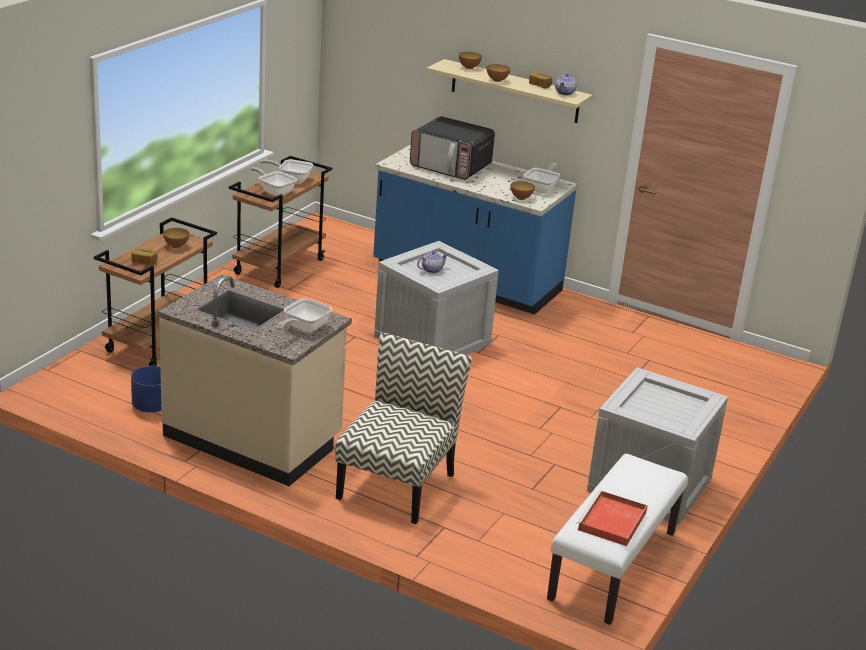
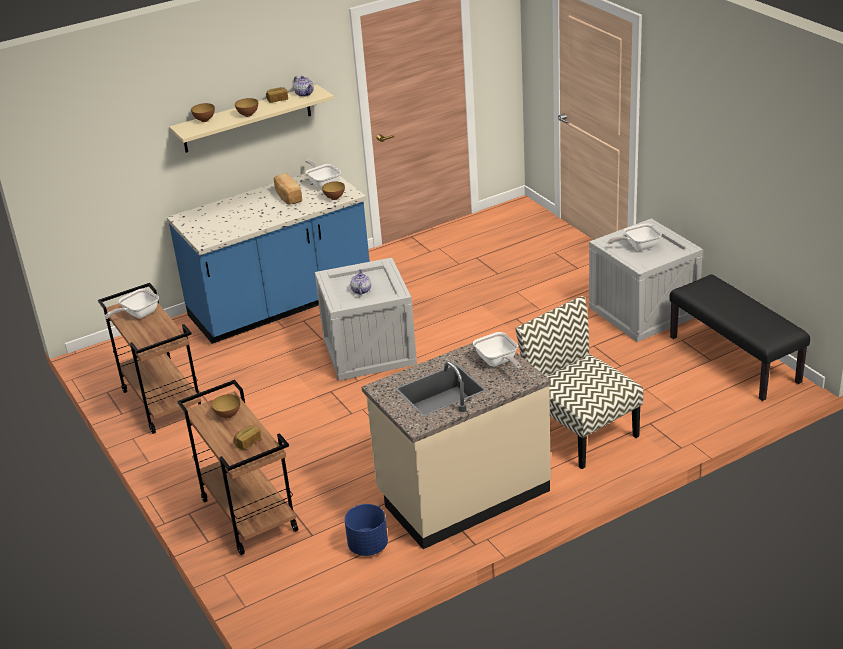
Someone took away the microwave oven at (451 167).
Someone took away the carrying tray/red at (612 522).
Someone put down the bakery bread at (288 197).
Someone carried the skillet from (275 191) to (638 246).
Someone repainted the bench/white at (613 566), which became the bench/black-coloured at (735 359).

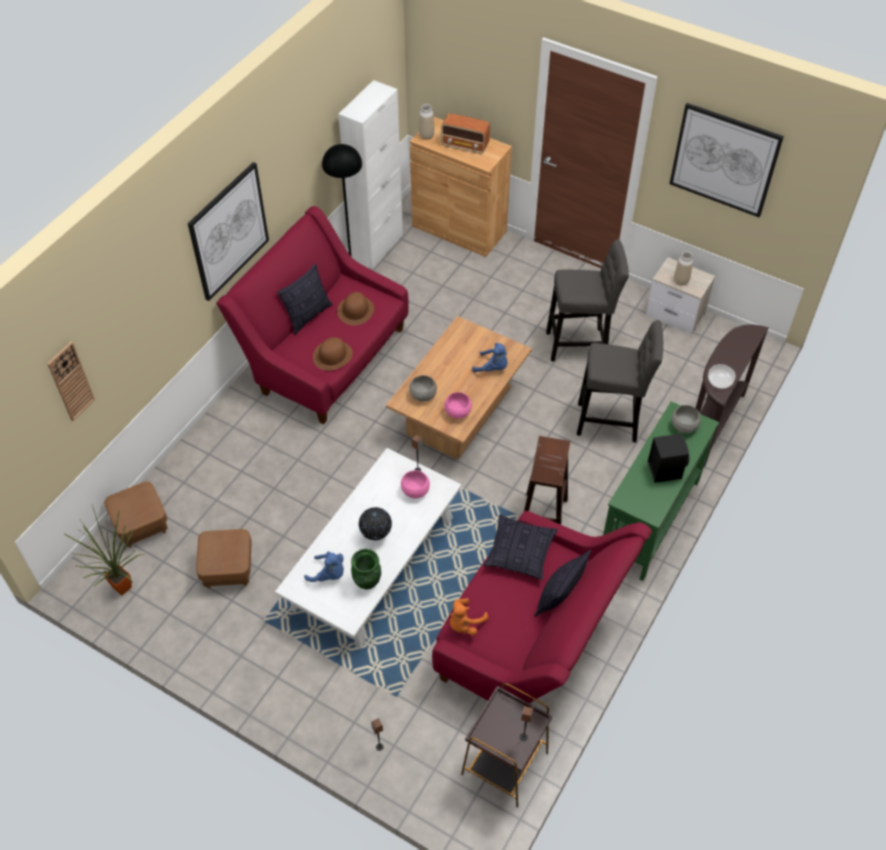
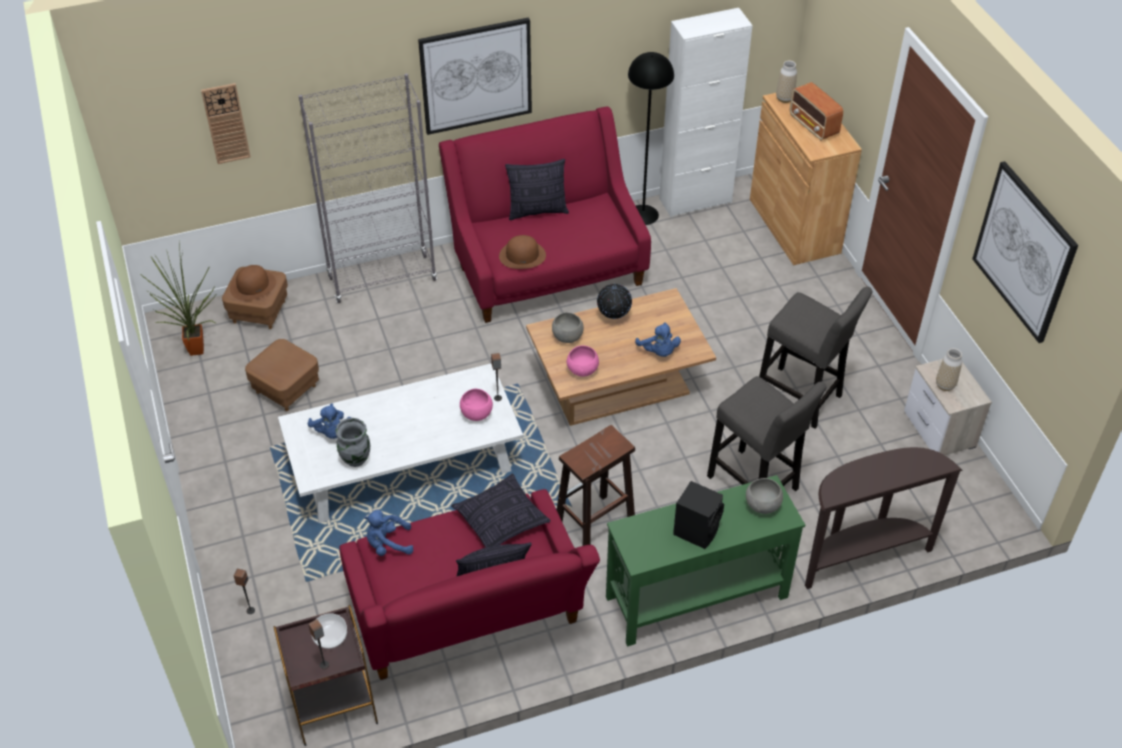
Someone put down the bookshelf/grey at (382 278).
Someone carried the clothing hat/brown-coloured from (355 310) to (253 285).
Someone carried the globe from (376 535) to (613 317).
Someone carried the deep dish from (720 381) to (330 637).
Someone repainted the decorative vase/green at (367 582), which became the decorative vase/grey at (356 460).
Someone repainted the plush toy/orange at (464 624), which became the plush toy/blue-coloured at (388 544).

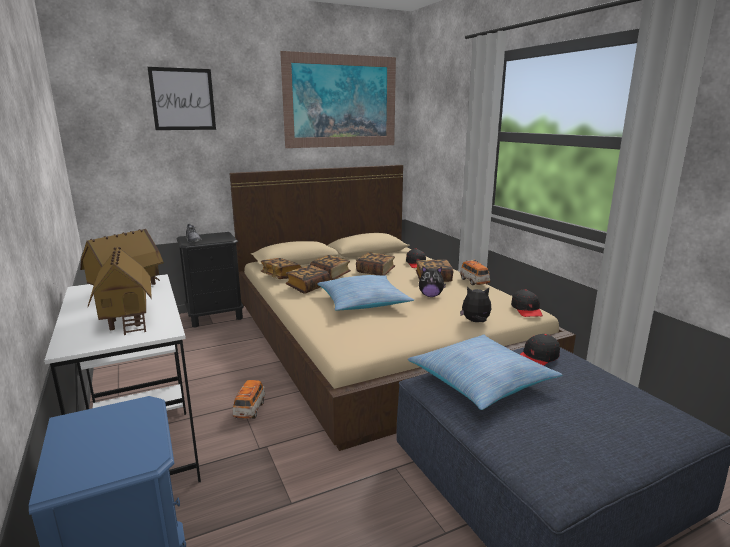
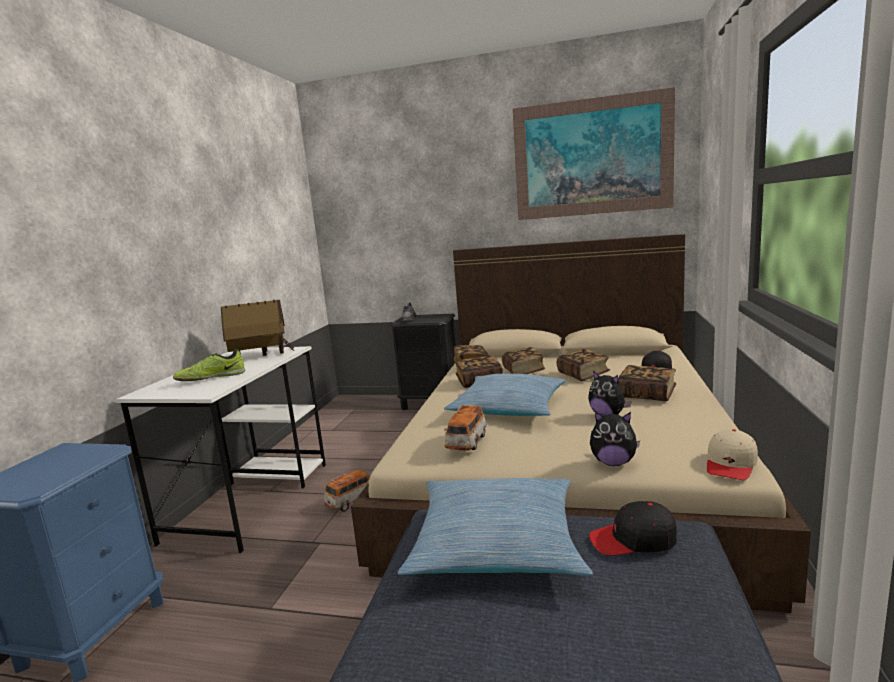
Someone took away the wall picture at (183 99).
Someone carried the toy car from (474 282) to (466 443).
Someone swapped the miniature house at (127 318) for the low shoe at (211 378).
Someone repainted the cap/black-coloured at (526 309), which became the cap/beige-coloured at (731 464).
Someone rotated the plush toy at (475 322) by 150 degrees clockwise.

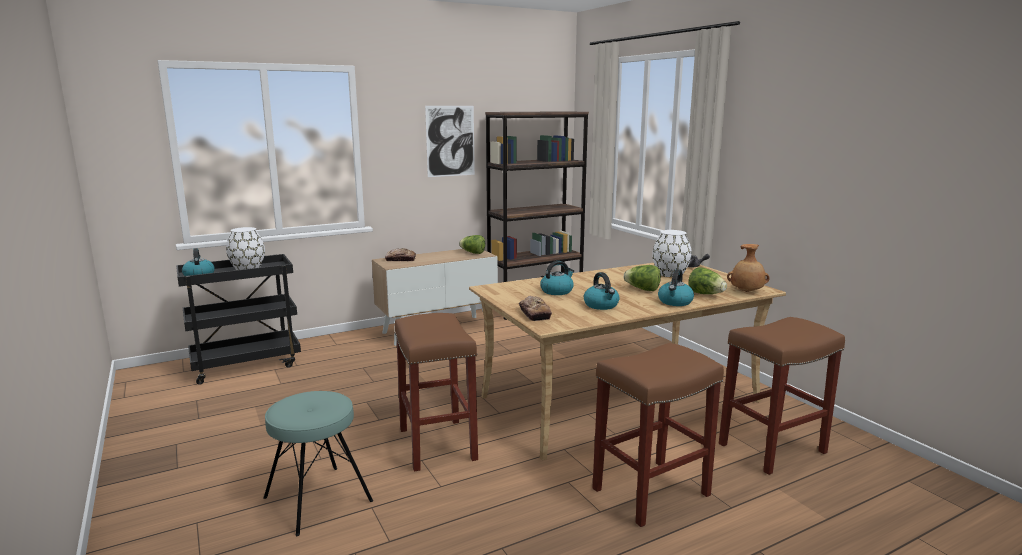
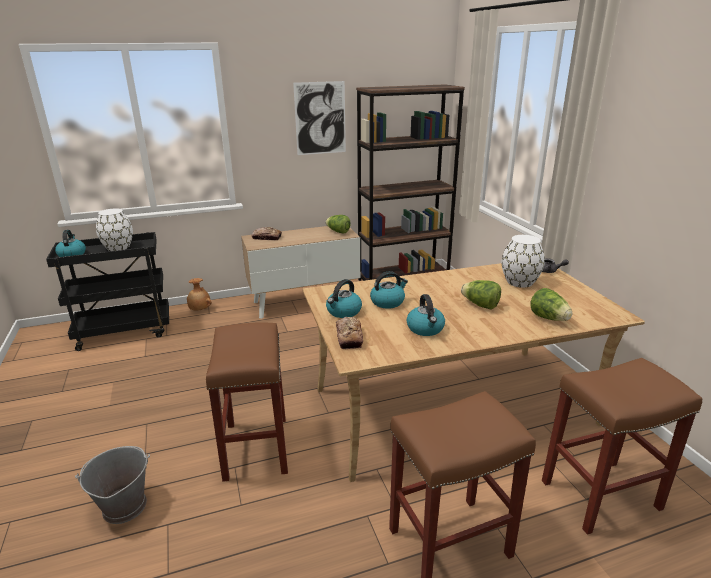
Someone carried the tea kettle from (675 302) to (343 312).
Someone carried the decorative vase/brown-coloured from (746 292) to (200 310).
Someone swapped the stool/turquoise at (318 499) for the bucket/grey at (124 506).

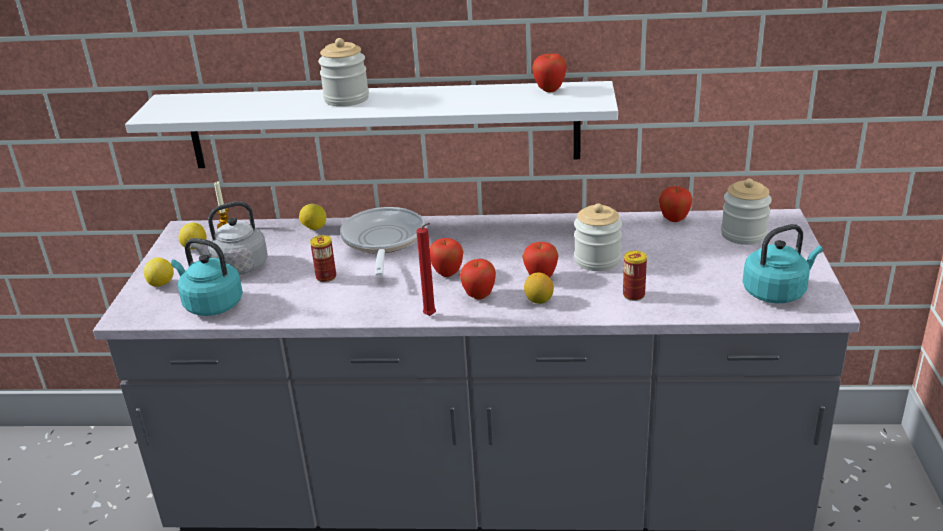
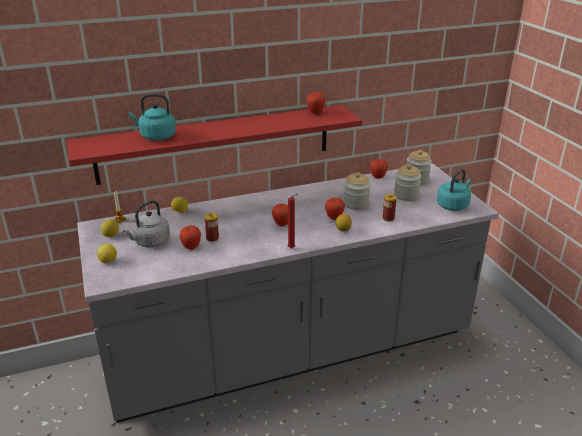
Someone took away the skillet at (382 242).
Someone carried the tea kettle/turquoise from (211 305) to (156 136).
Someone carried the preserve jar from (346 99) to (406 195).
Someone carried the apple fruit from (479 296) to (191 247).
Someone repainted the wall shelf/white at (382 125), which became the wall shelf/red at (215 144).

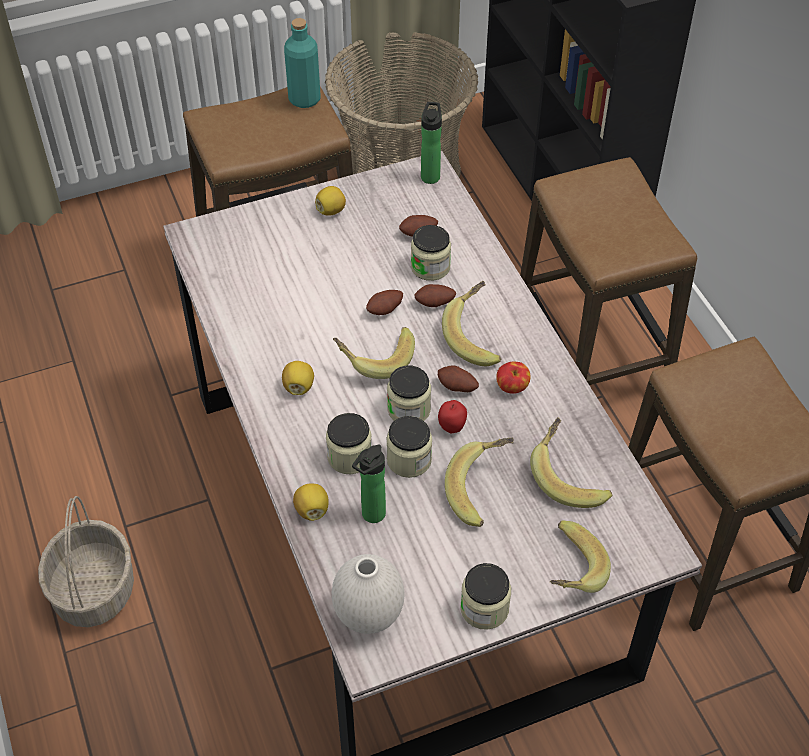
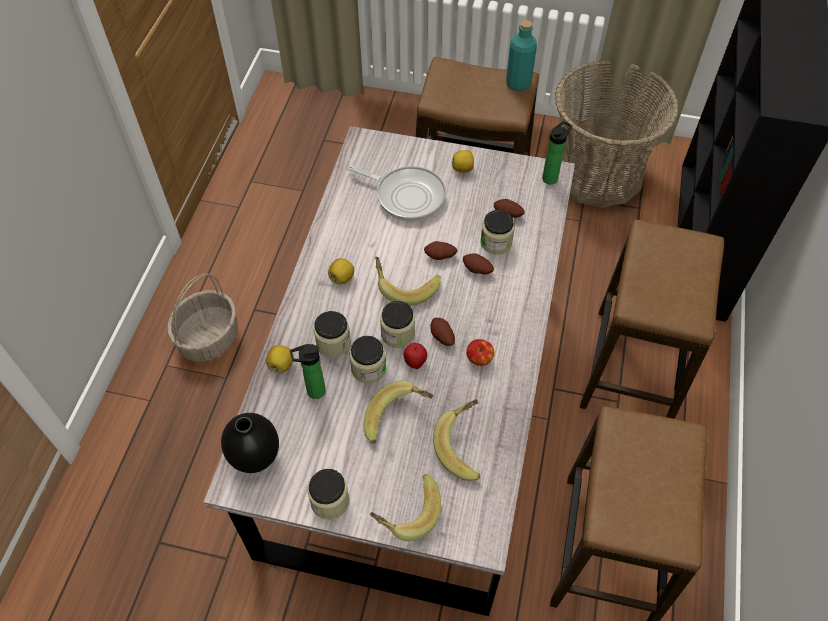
Someone took away the banana fruit at (477 337).
Someone put down the skillet at (406 195).
Someone repainted the decorative vase/white at (370 616), which became the decorative vase/black-coloured at (256 457).

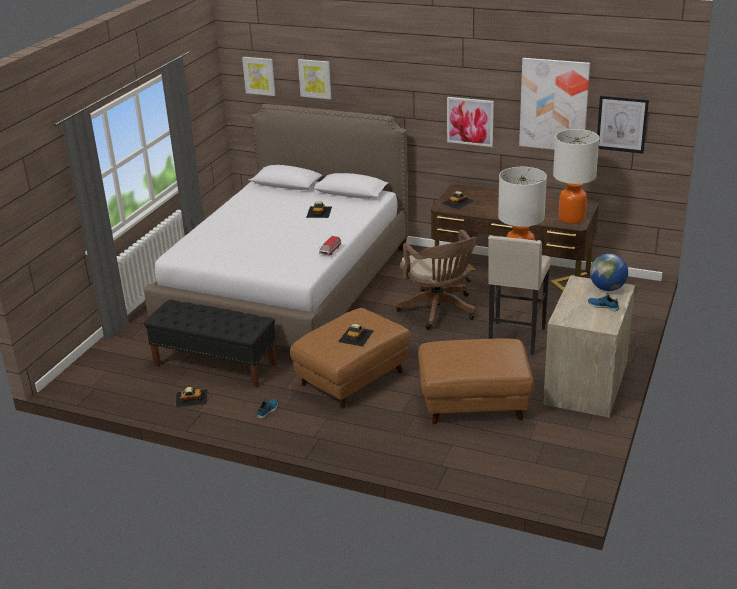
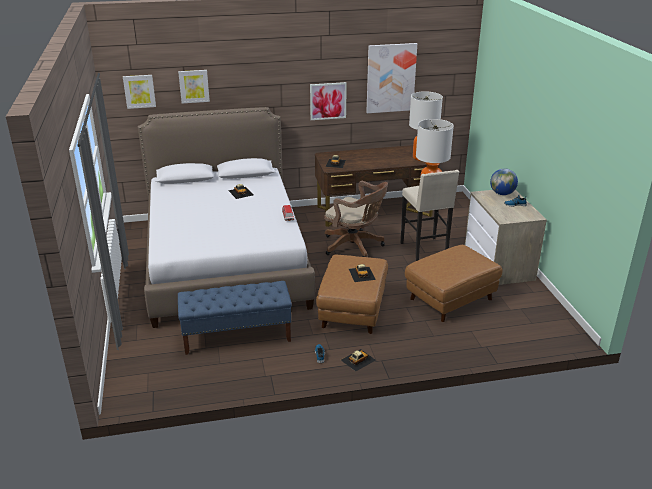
Someone took away the wall picture at (622 124).
Someone carried the toy car from (191 398) to (358 360).
Someone repainted the bench/black-coloured at (215 365), which became the bench/blue-coloured at (237 336).

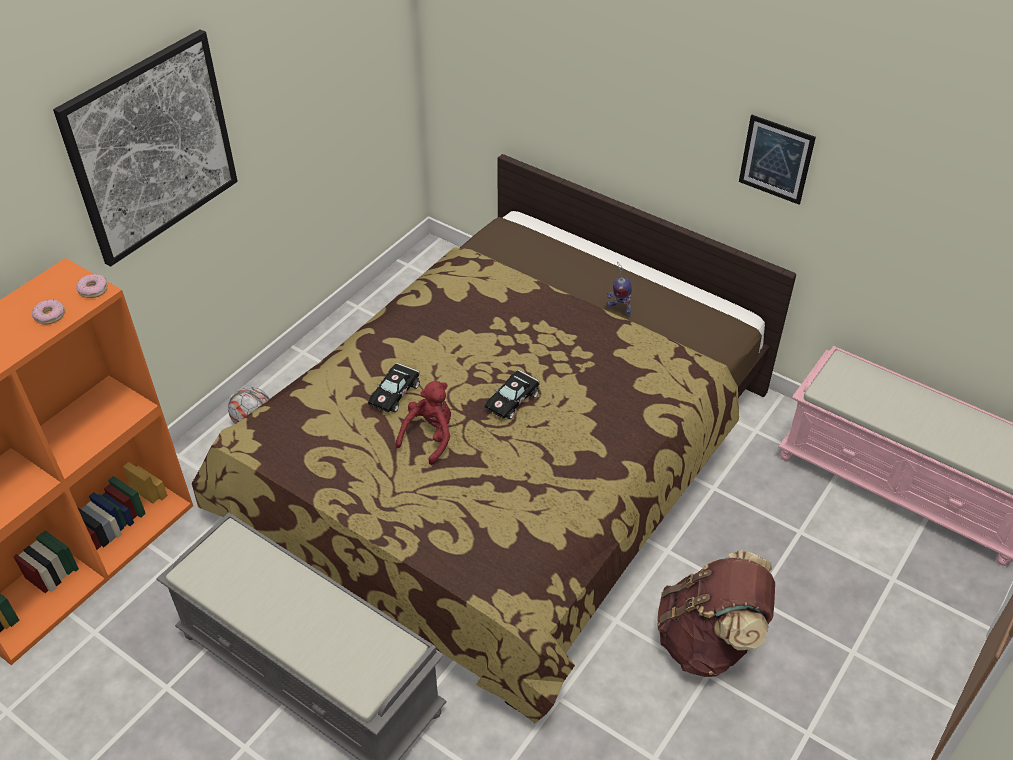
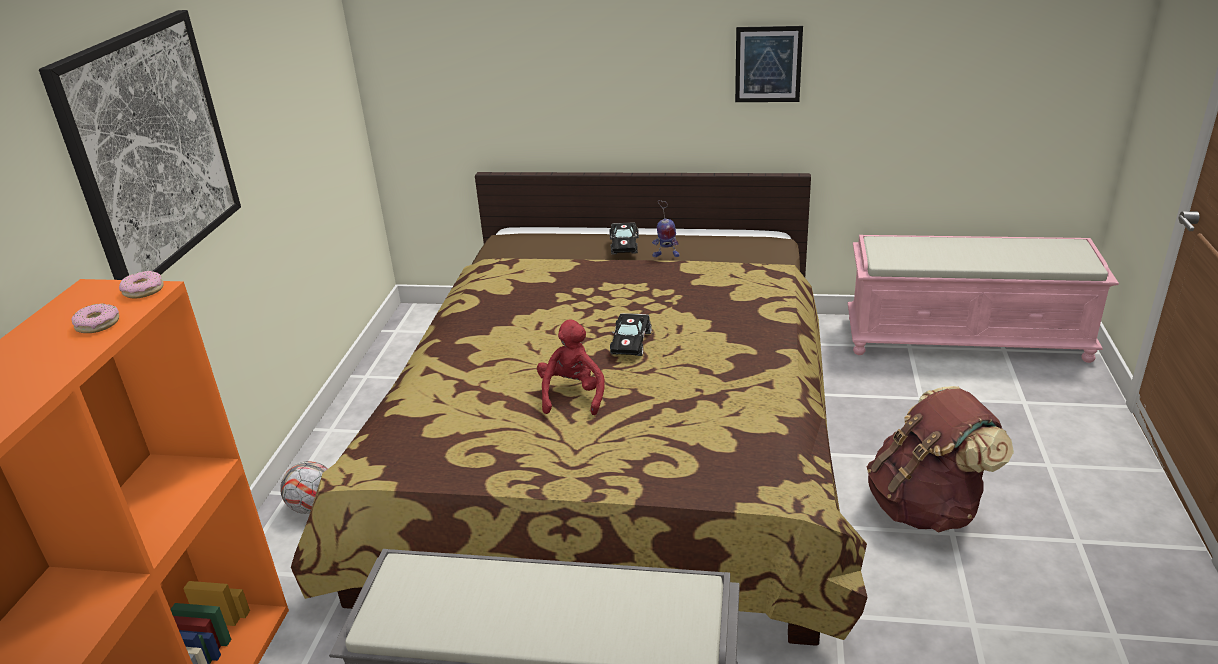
Someone carried the toy car/black-coloured from (395 393) to (624 245).

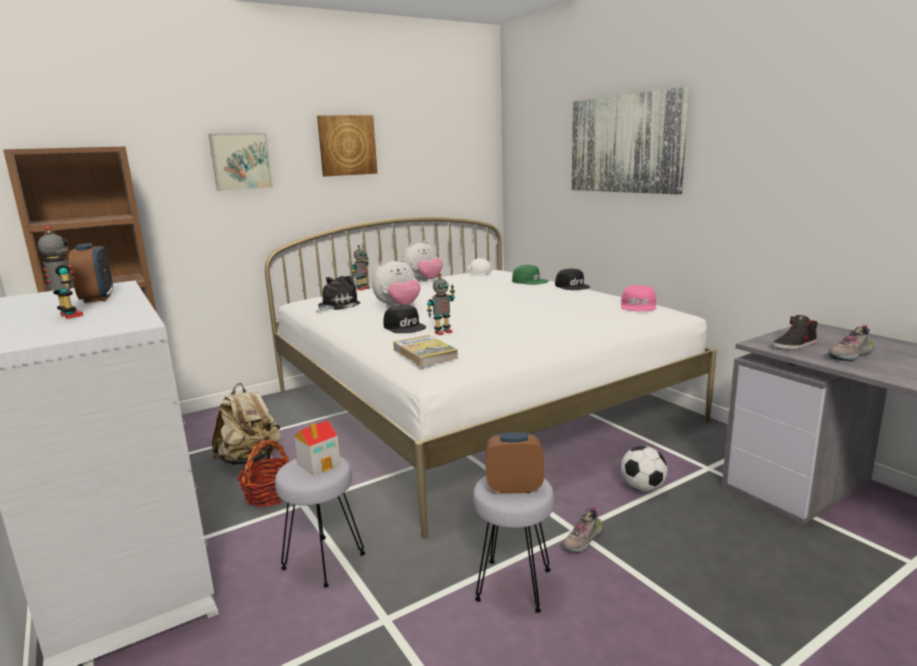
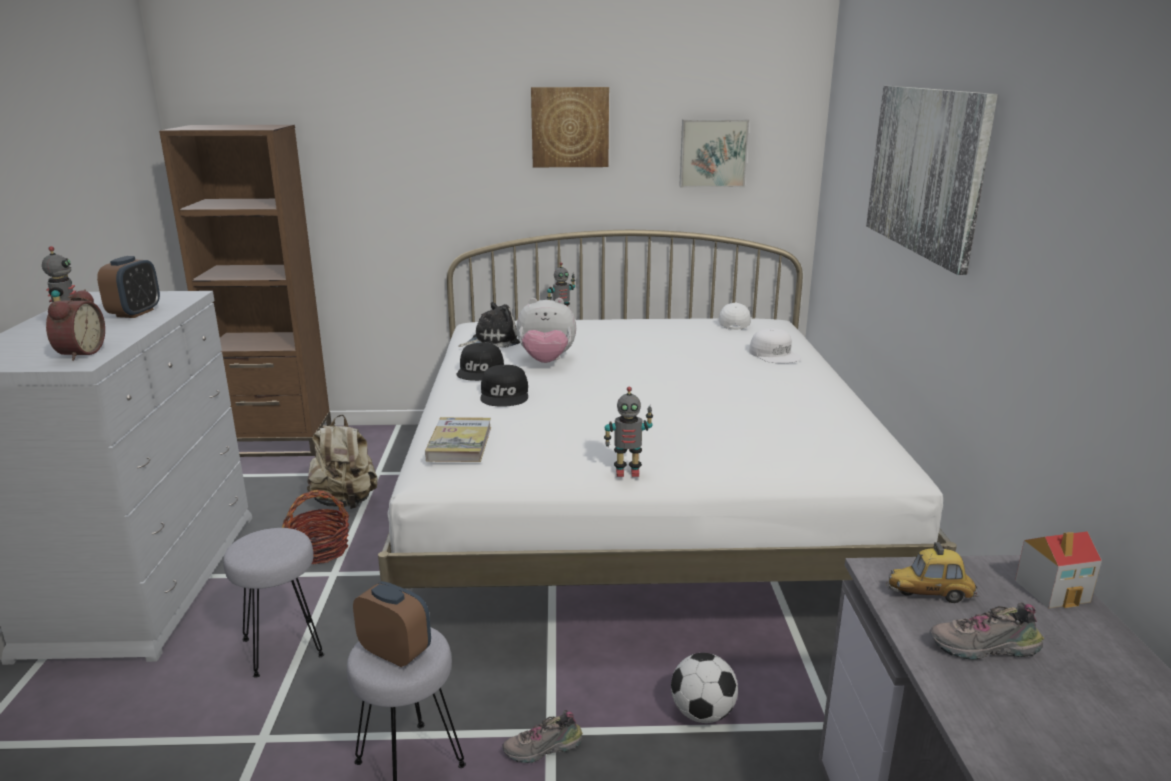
Someone took away the plush toy at (423 282).
Someone took away the cap/pink-coloured at (639 306).
Someone put down the table clock at (79 353).
Someone carried the wall picture from (240 161) to (713 153).
Someone carried the miniature house from (319 464) to (1052 591).
Someone carried the model robot from (442 332) to (627 472).
Someone carried the cap/black-coloured from (572 286) to (481 371).
Someone swapped the low shoe/black-coloured at (794 345) for the toy car at (929 594).
Someone repainted the cap/green at (530 281), which became the cap/white at (775 354).

